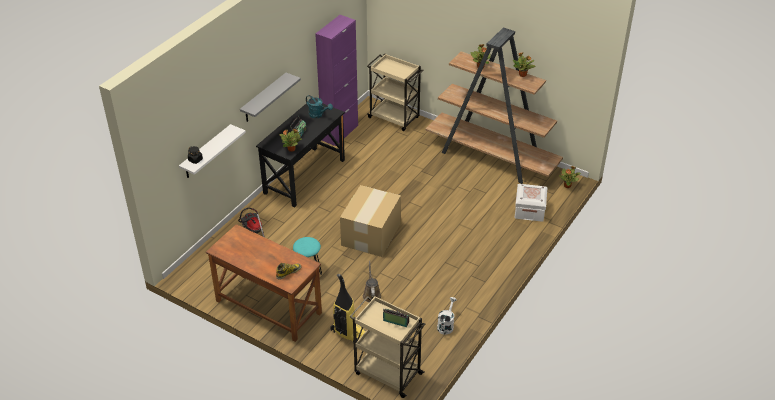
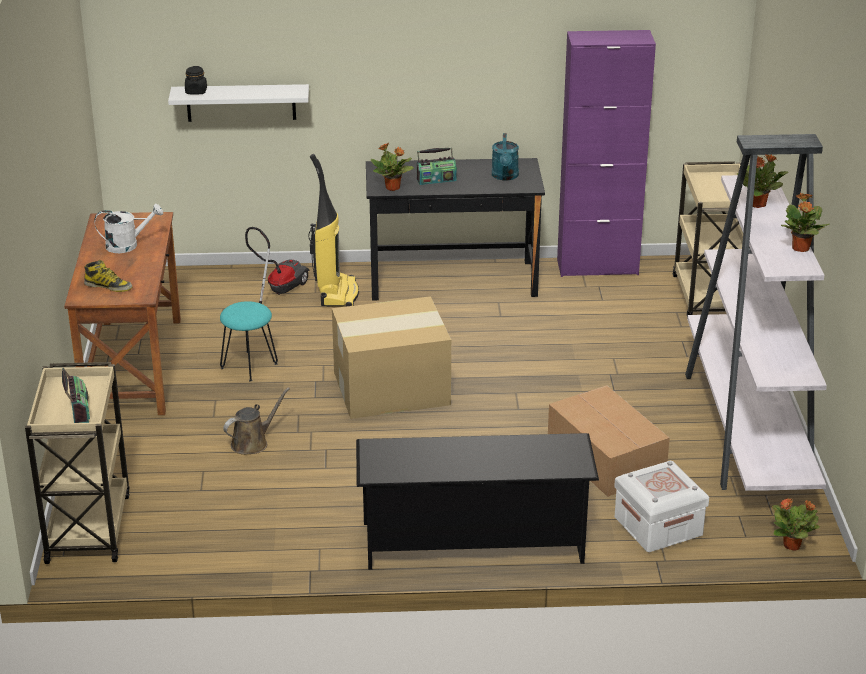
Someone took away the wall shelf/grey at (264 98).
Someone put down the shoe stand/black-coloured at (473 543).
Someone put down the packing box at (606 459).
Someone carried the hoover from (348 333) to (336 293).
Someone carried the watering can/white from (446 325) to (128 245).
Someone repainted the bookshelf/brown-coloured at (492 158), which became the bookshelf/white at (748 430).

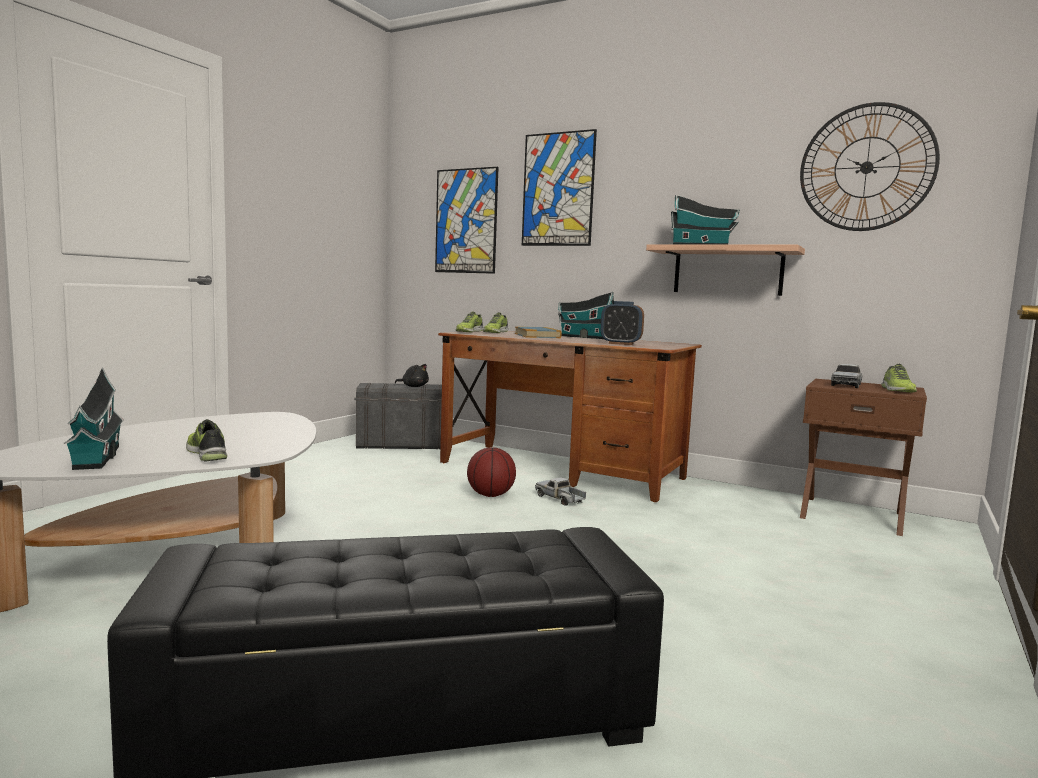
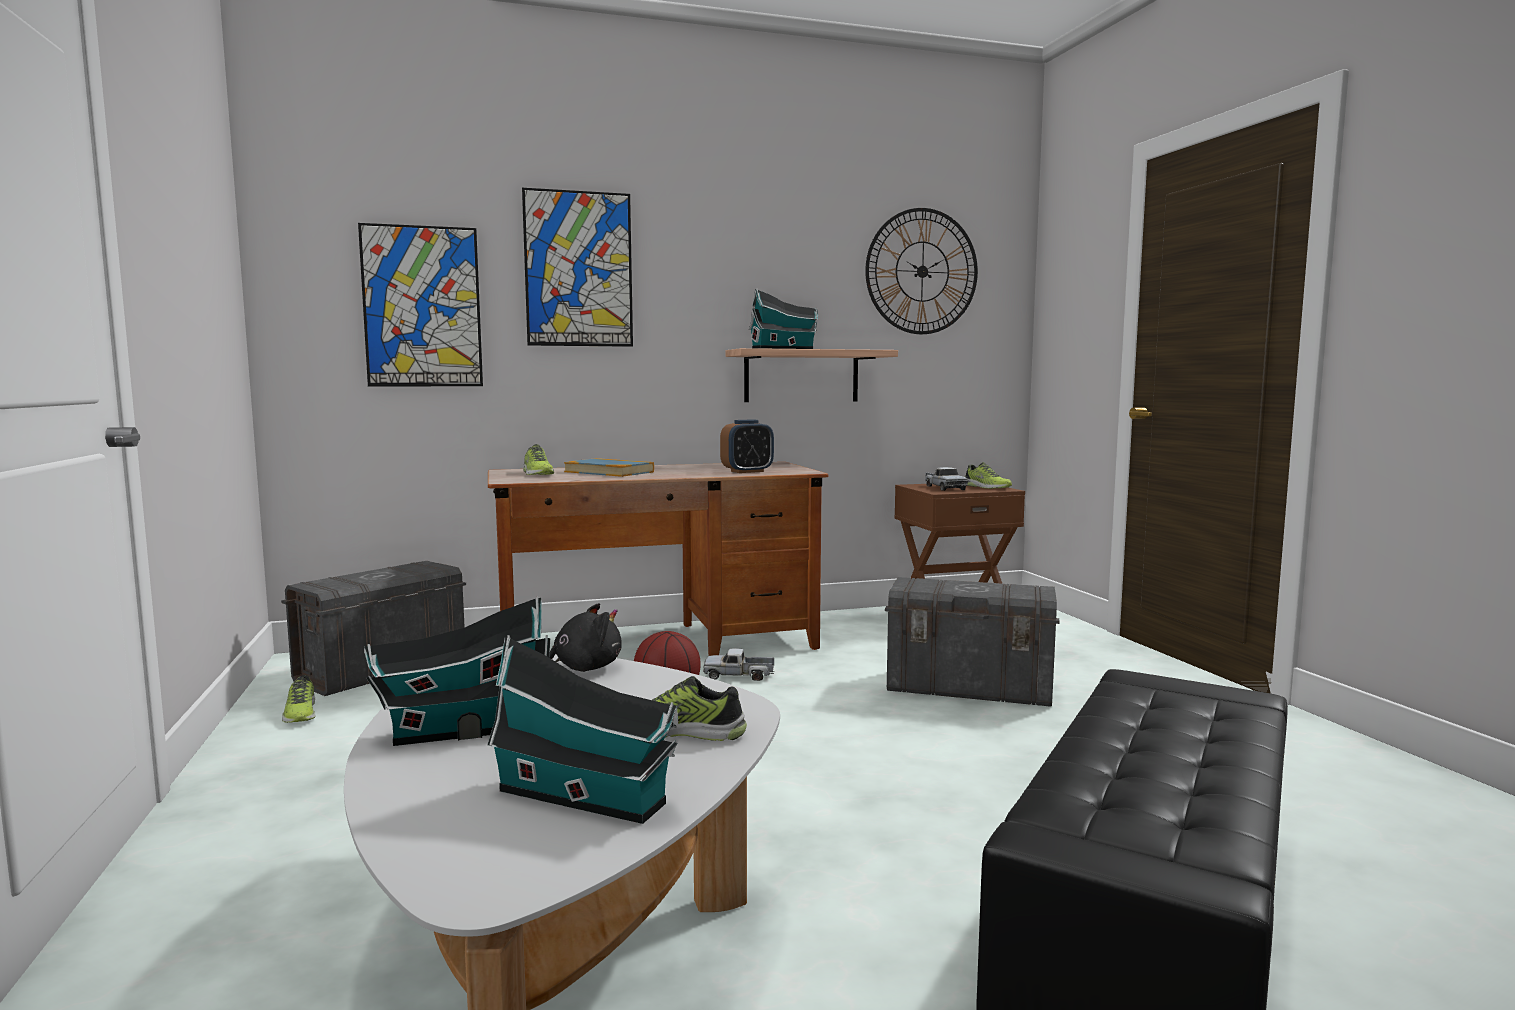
Someone put down the storage container/grey at (970 688).
Someone carried the plush toy/black-coloured from (413 386) to (582 668).
Someone carried the low shoe from (468 331) to (300 713).
Someone carried the miniature house from (584 337) to (464 731).

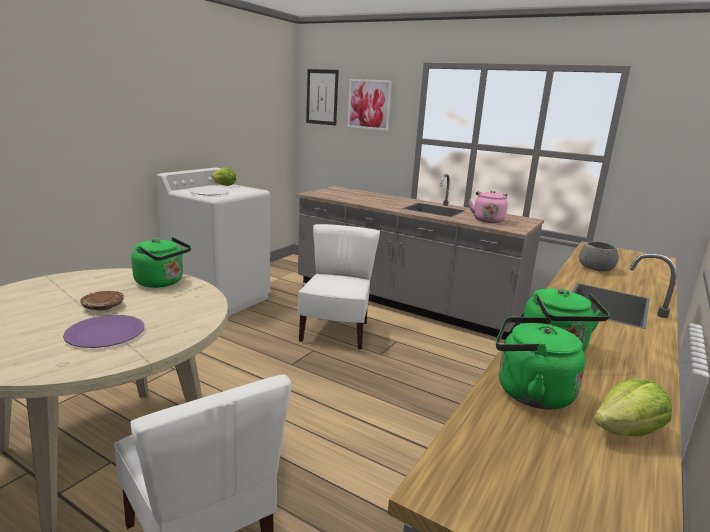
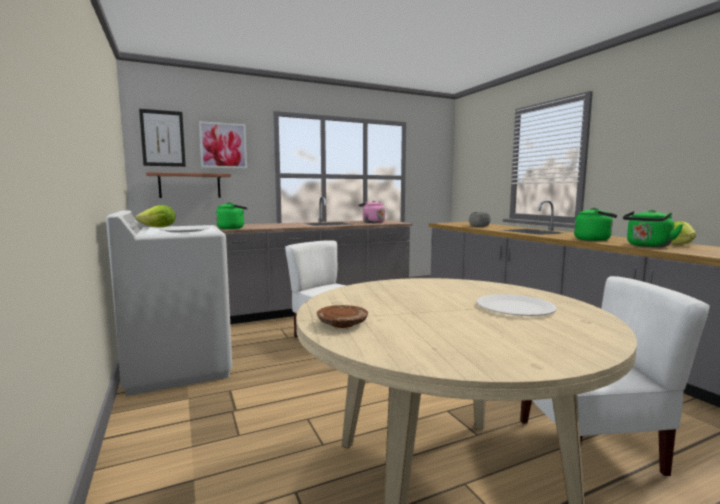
Someone put up the wall shelf at (190 185).
Someone carried the plate/brown-coloured from (103 306) to (342 324).
Someone carried the tea kettle/green from (162 282) to (232 228).
Someone repainted the plate/purplish at (105 333), which became the plate/white at (515 307).

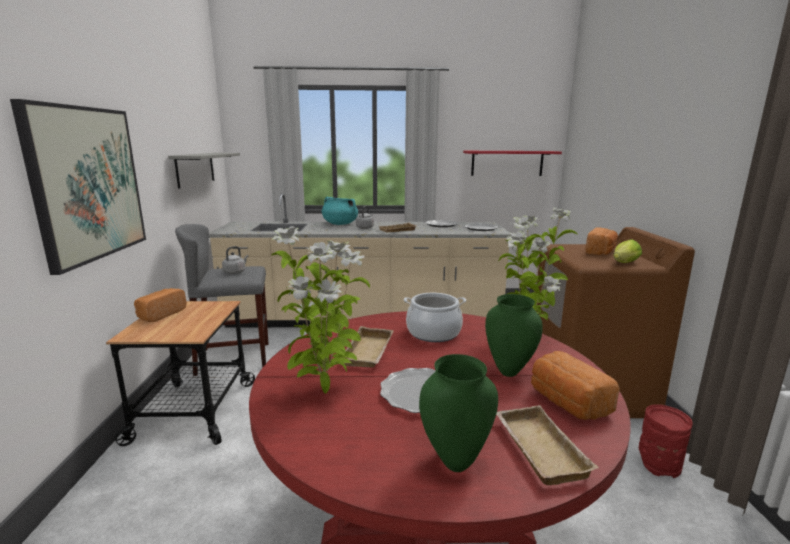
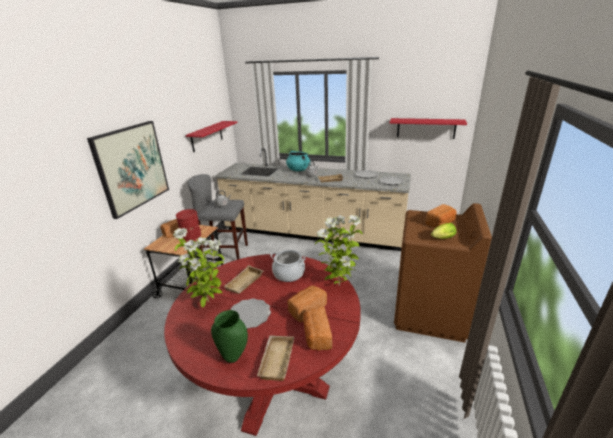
Someone carried the decorative vase/red from (658 463) to (192 238).
Someone swapped the decorative vase/green at (509 371) for the bakery bread at (306 309).
Someone repainted the wall shelf/grey at (195 169), which became the wall shelf/red at (207 136).

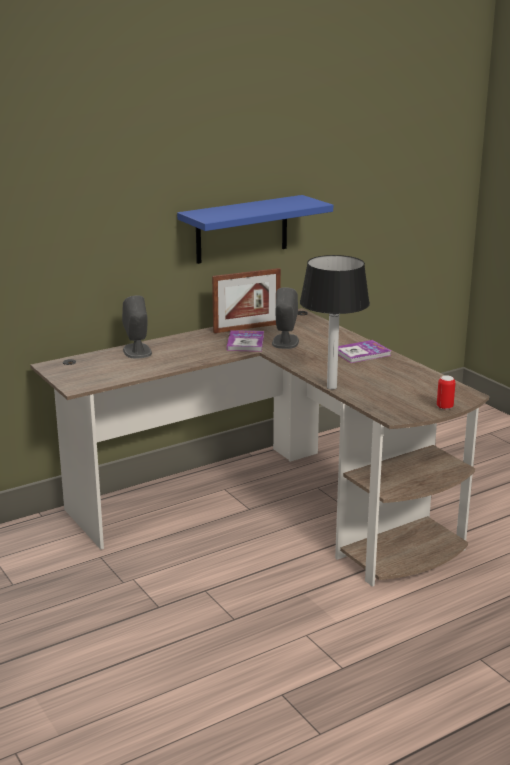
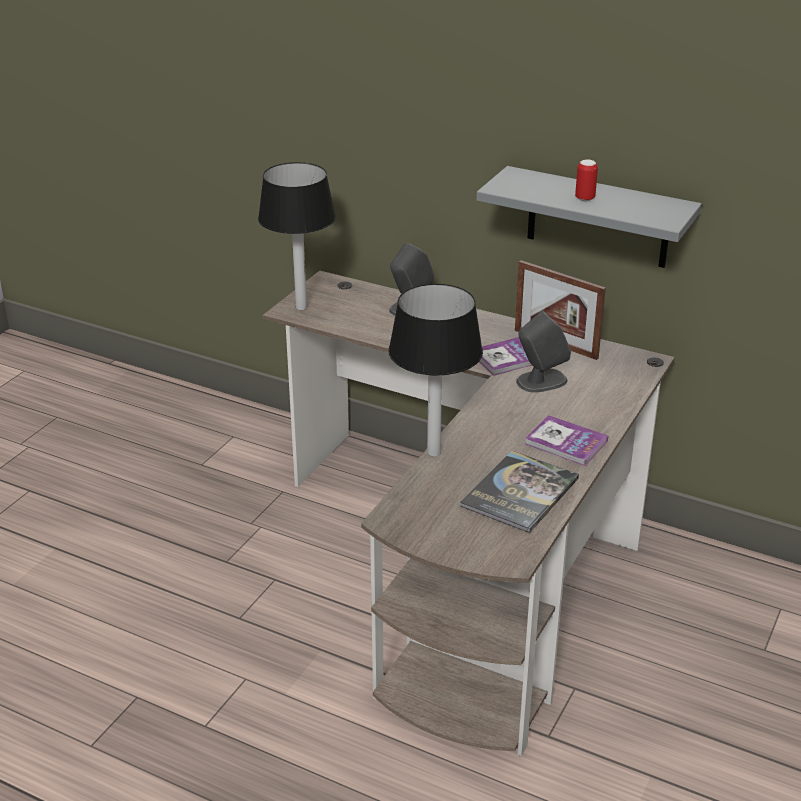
Someone put down the lamp for a table at (300 307).
Someone put down the bound book at (520 492).
Someone carried the metal can from (444 407) to (585 198).
Someone repainted the wall shelf/blue-coloured at (242 229), which became the wall shelf/grey at (598 218).

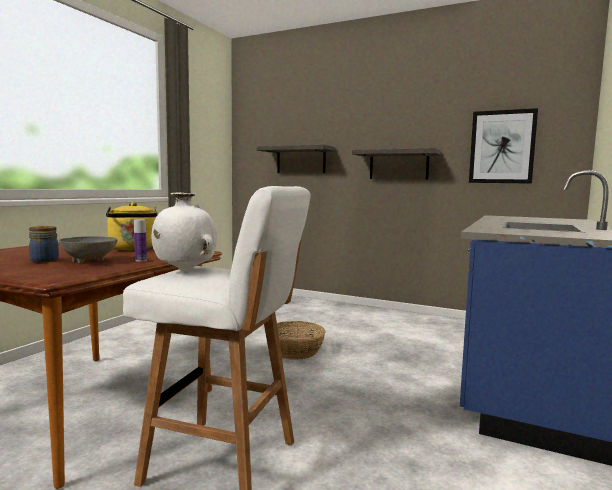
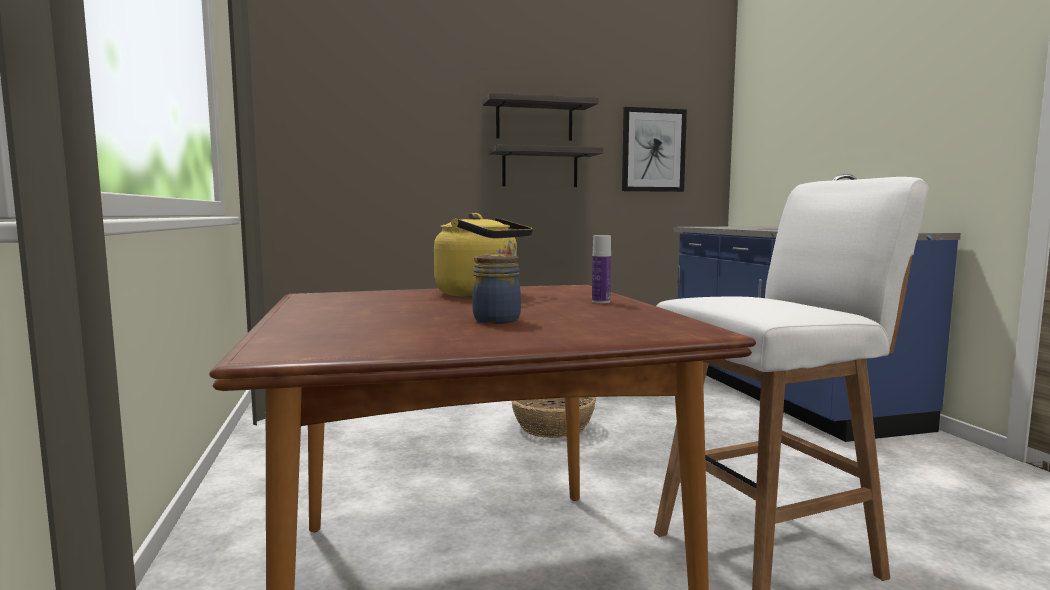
Someone took away the deep dish/grey at (89 262).
Someone took away the decorative vase/white at (185 271).
Someone carried the wall shelf from (301 160) to (534 120).

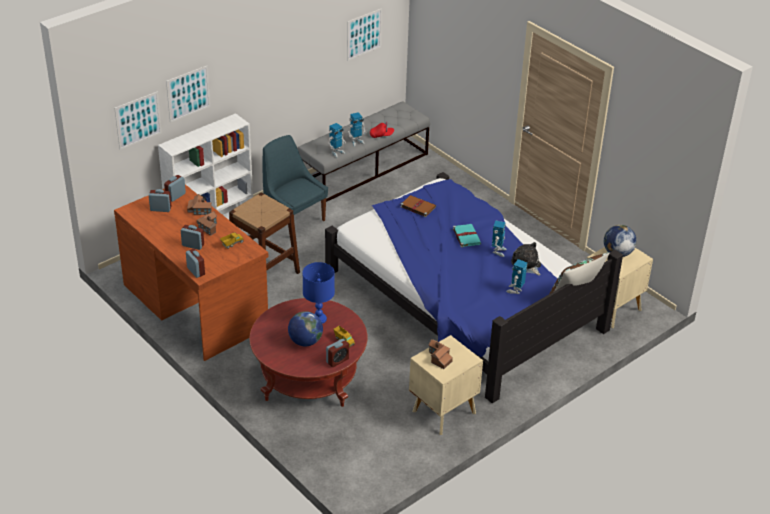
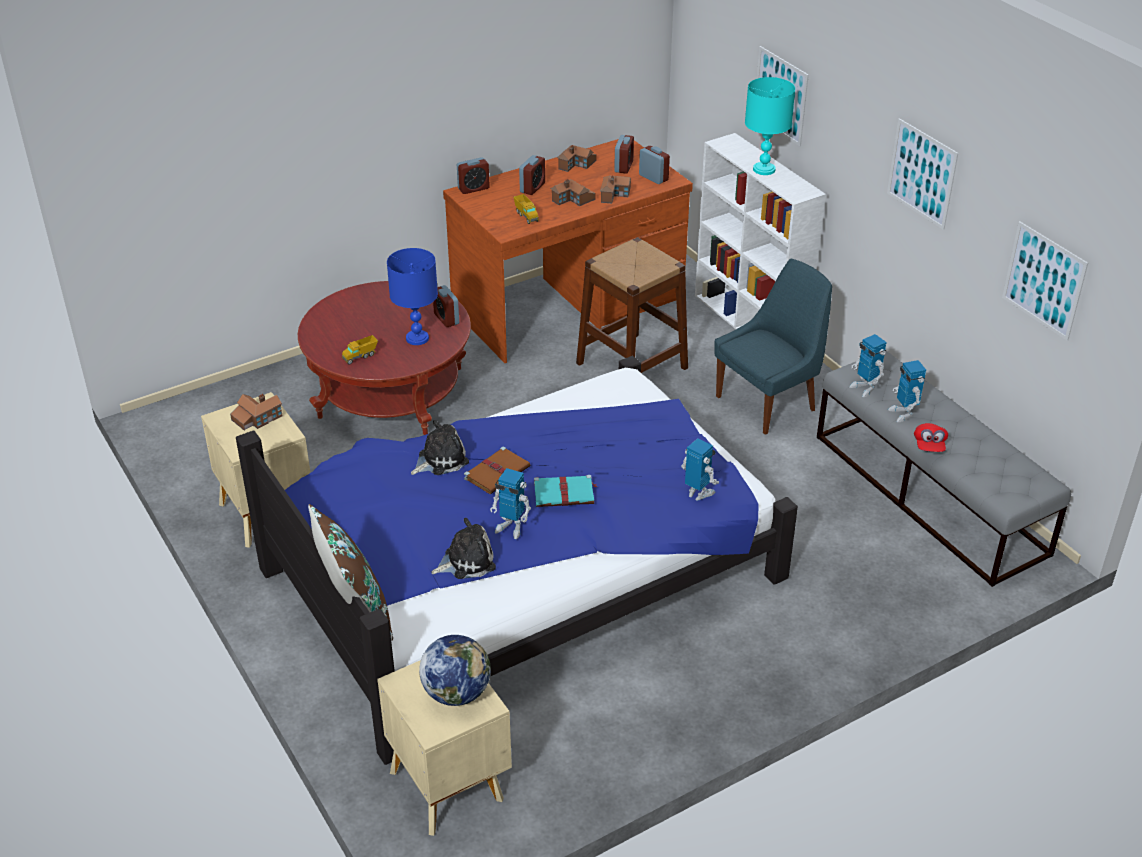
Someone took away the globe at (305 341).
Someone put down the plush toy at (440 459).
Someone put down the miniature house at (577 164).
Someone put down the lamp for a table/turquoise at (763 169).
Someone carried the wall picture from (138 120) to (922 173).
Someone carried the table clock from (337 360) to (446 319).
Someone carried the bound book/brown-coloured from (417 207) to (498 472).
Someone carried the model robot from (515 290) to (698 493).

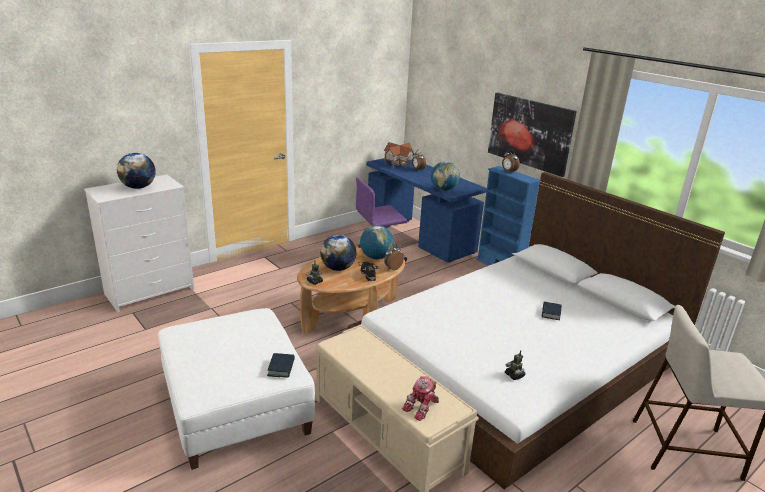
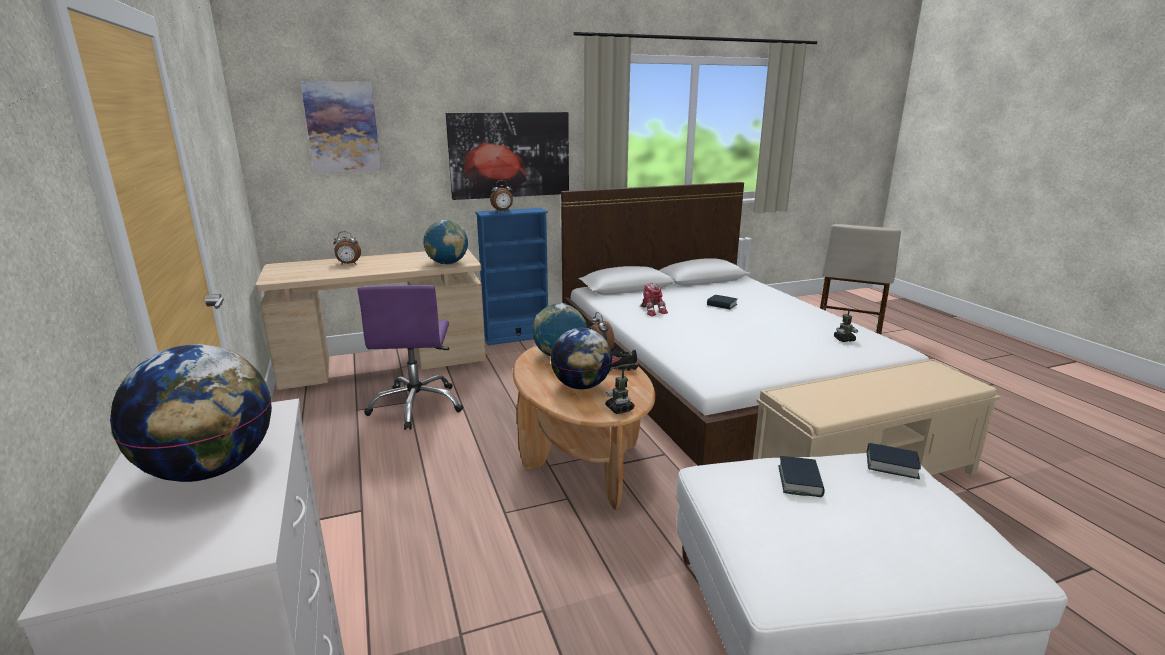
Someone took away the miniature house at (398 164).
Someone put up the wall picture at (342 127).
Someone put down the bound book at (800 481).
Someone carried the model robot from (422 407) to (652 310).
Someone repainted the desk unit/blue-coloured at (419 236), which became the desk unit/beige-coloured at (385 365).

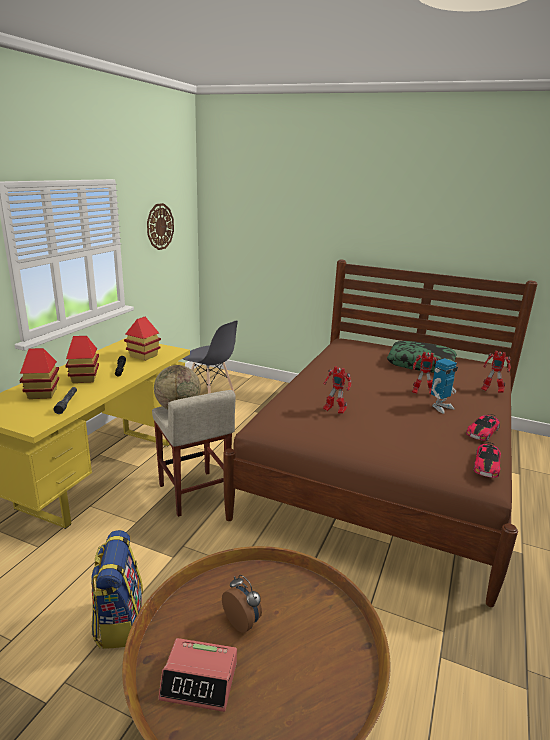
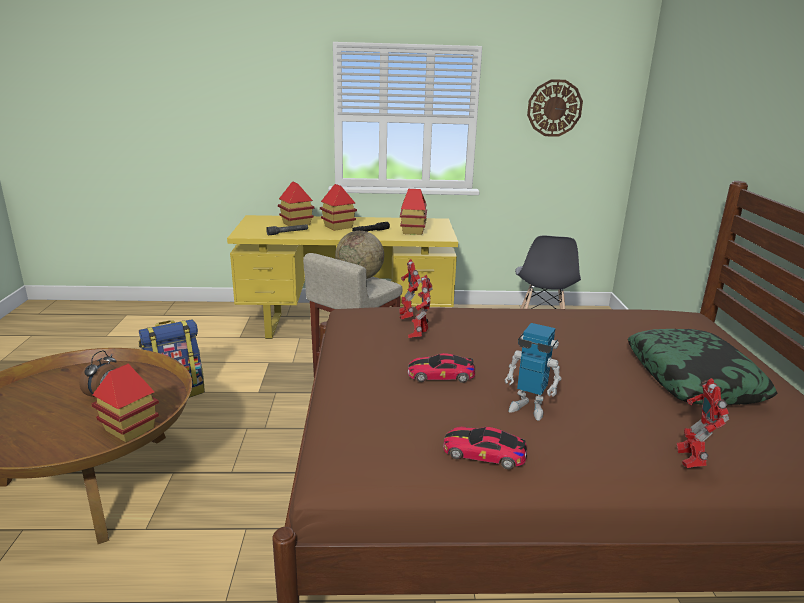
Someone took away the table clock at (200 680).
Someone put down the miniature house at (129 429).
Someone carried the model robot from (422 393) to (406 317).
Someone carried the toy car from (486 465) to (440 375).

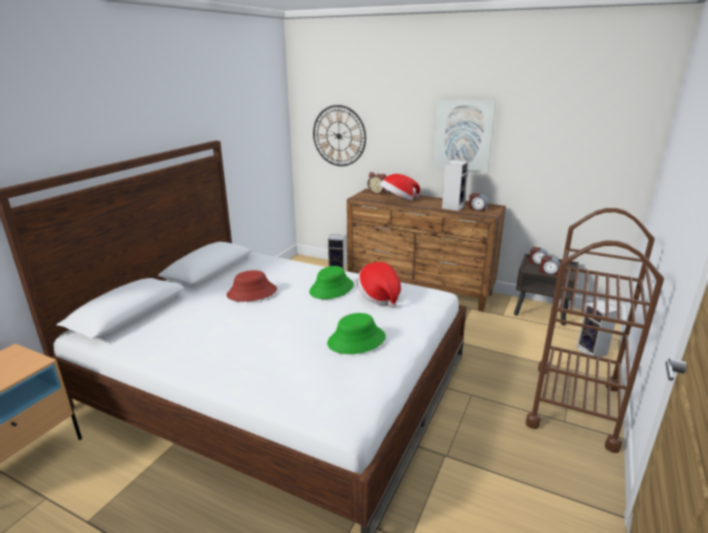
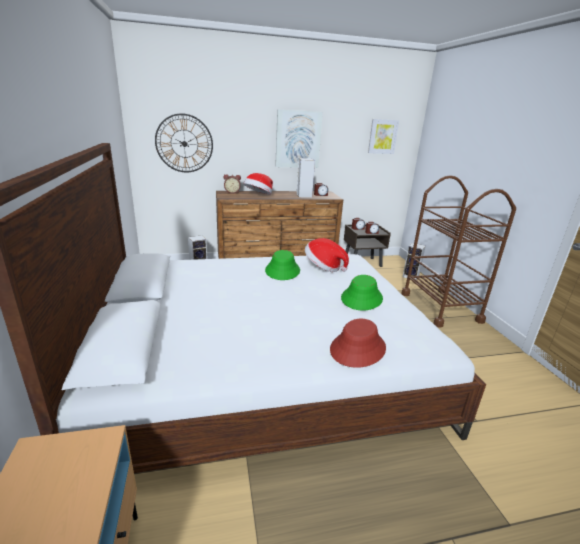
Someone put up the wall picture at (382 136).
Someone carried the clothing hat/red from (252 293) to (358 349).

